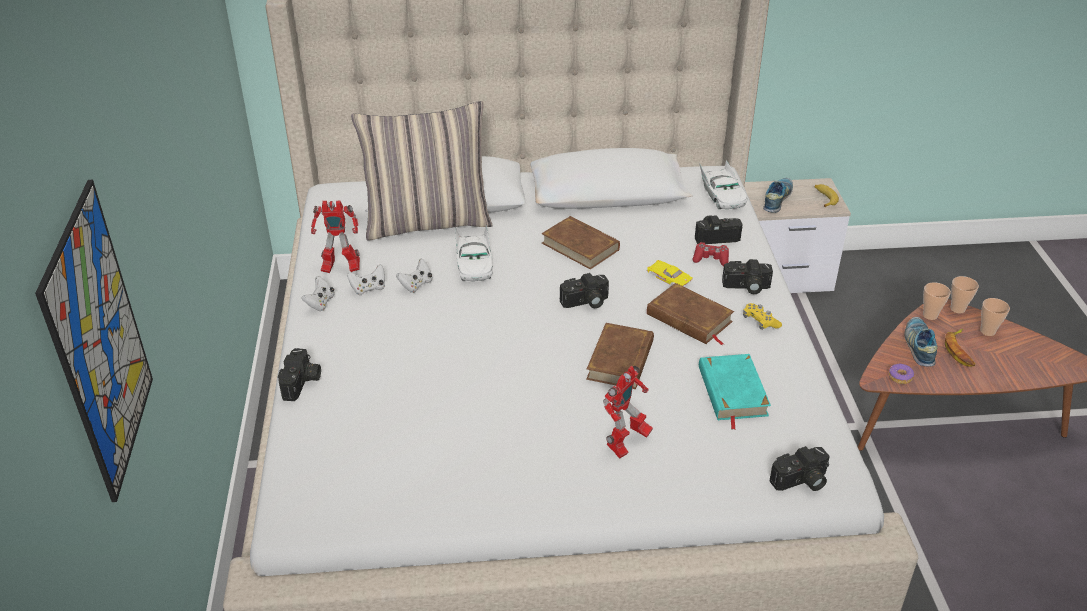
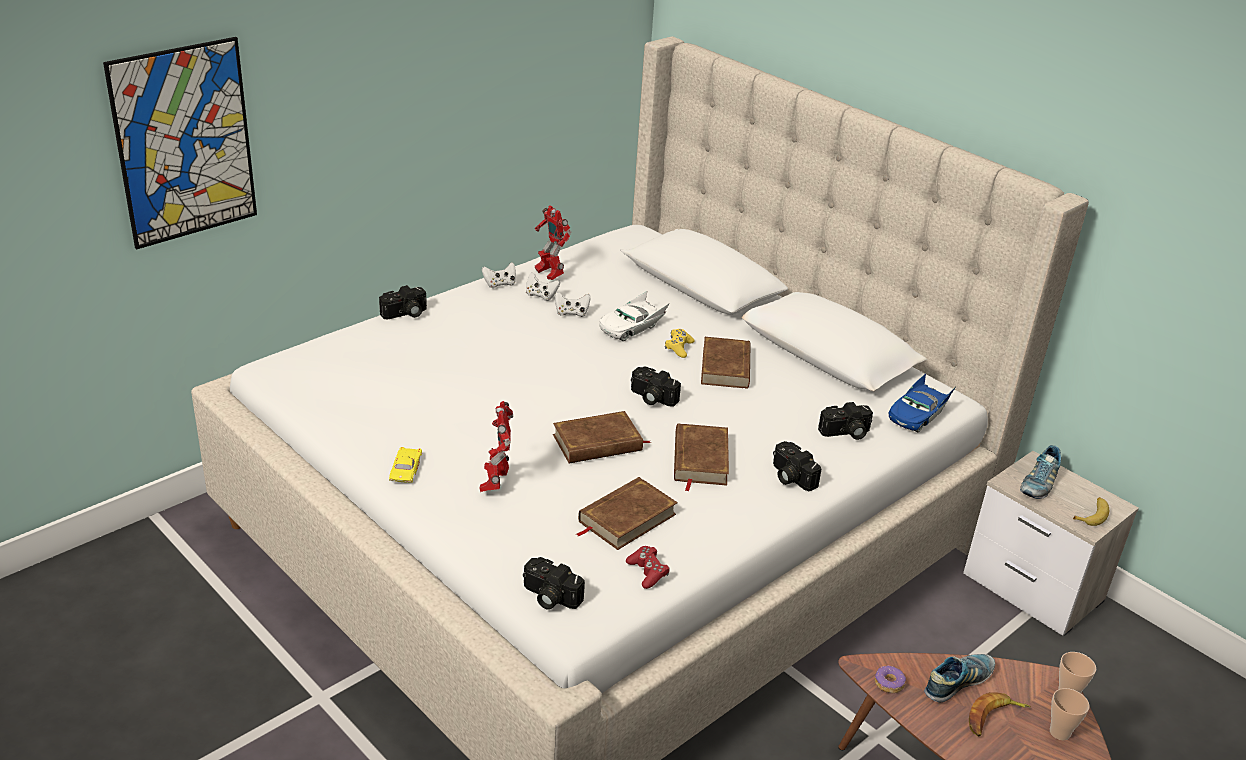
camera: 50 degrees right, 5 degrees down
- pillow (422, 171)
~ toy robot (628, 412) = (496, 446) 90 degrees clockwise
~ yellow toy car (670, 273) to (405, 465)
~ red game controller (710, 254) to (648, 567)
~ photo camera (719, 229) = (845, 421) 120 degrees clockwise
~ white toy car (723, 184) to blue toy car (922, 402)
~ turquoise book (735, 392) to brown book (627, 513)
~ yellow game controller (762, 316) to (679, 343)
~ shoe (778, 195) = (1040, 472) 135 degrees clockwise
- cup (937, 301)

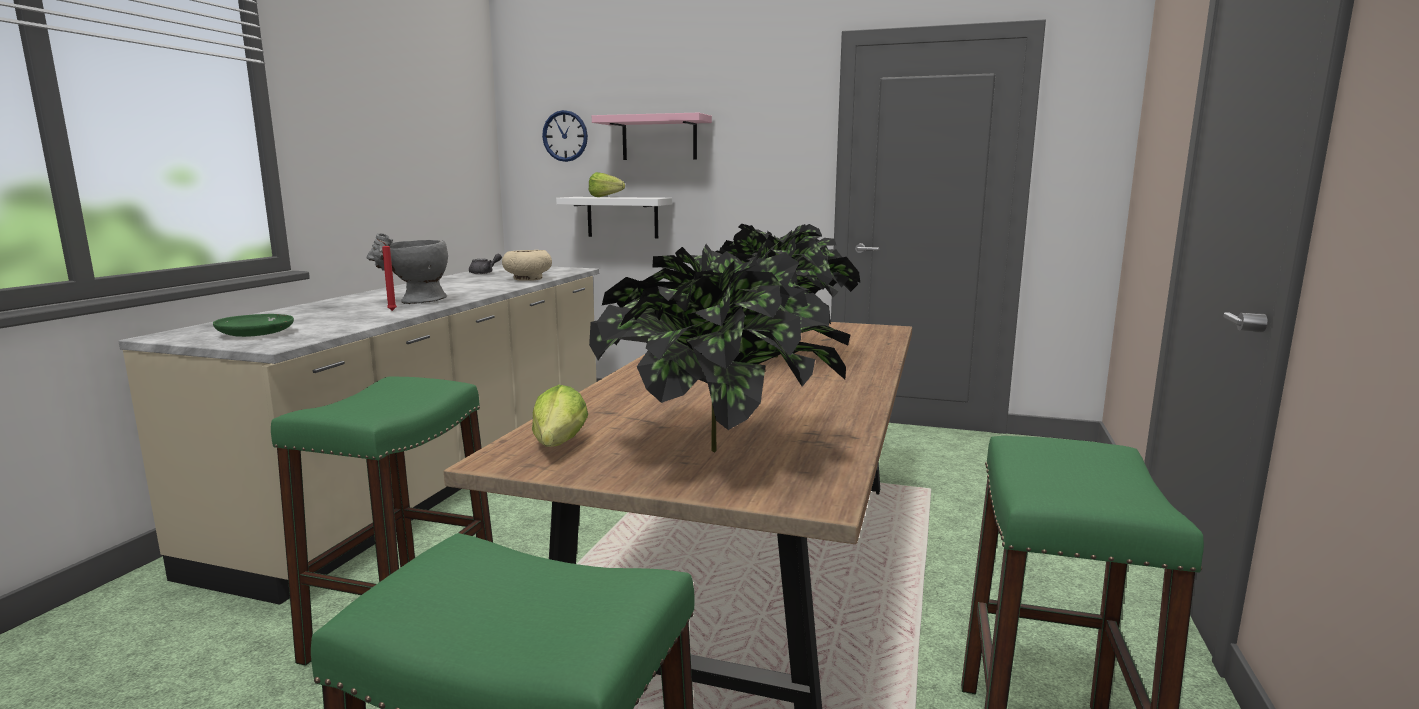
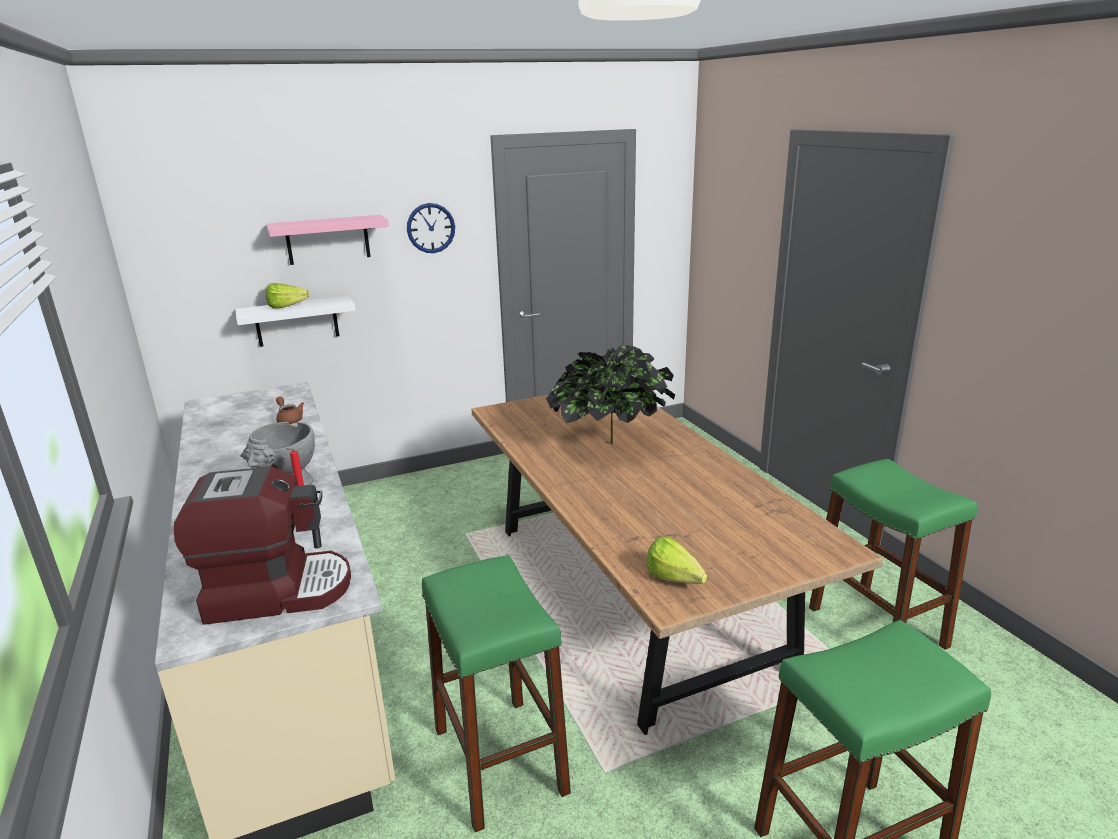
camera: 40 degrees left, 10 degrees up
~ green plate (253, 325) to coffee machine (262, 545)
- grey teapot (485, 264)
~ beige bowl (527, 265) to brown teapot (290, 410)
~ wall clock (565, 136) to (431, 228)
- potted plant (719, 348)

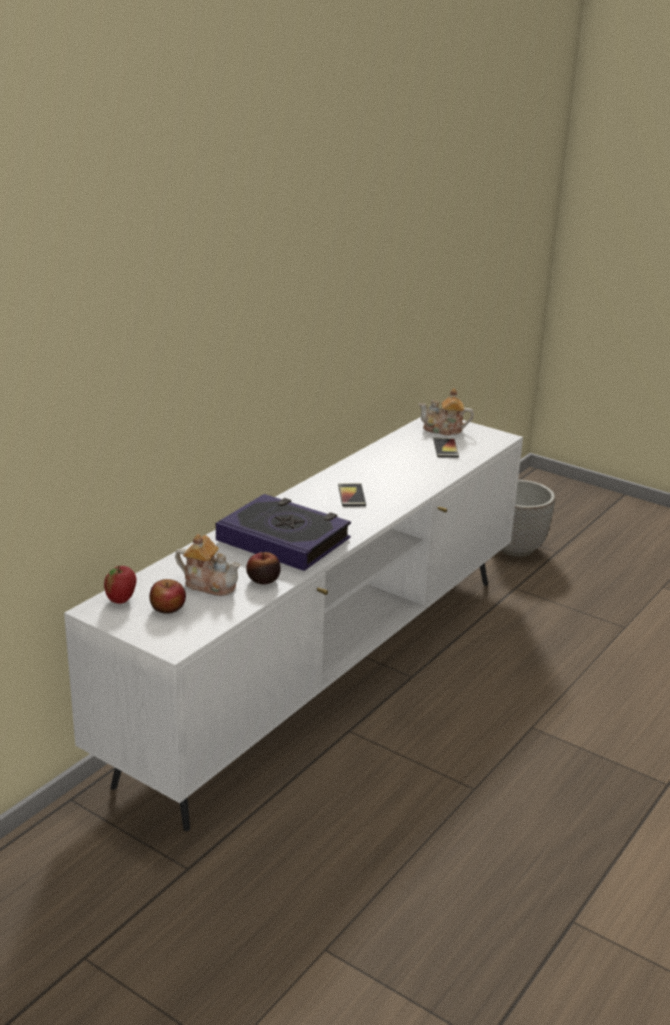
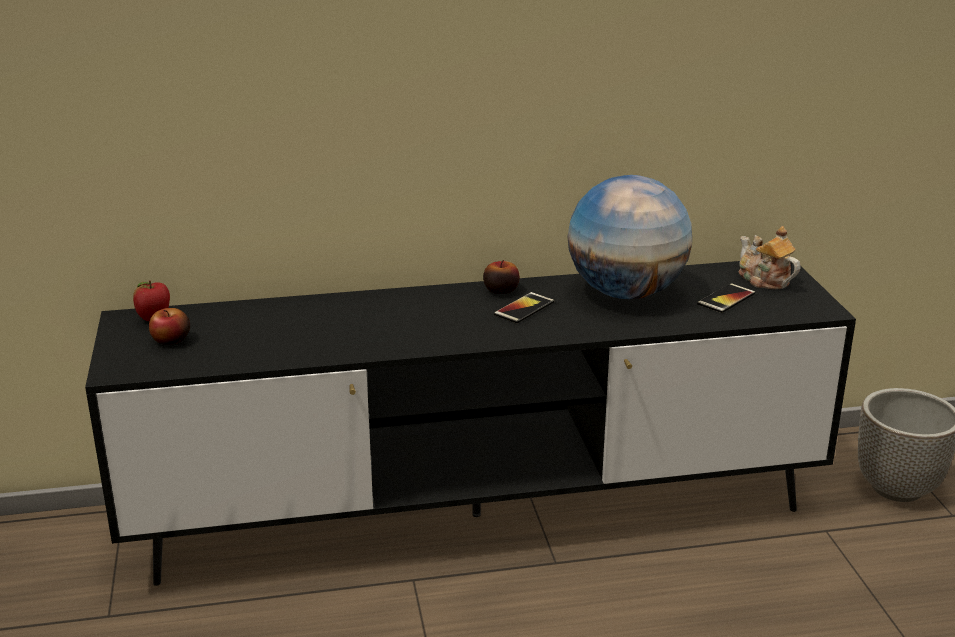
camera: 45 degrees right, 0 degrees up
~ white tv stand (293, 624) to black tv stand (470, 423)
- teapot (207, 565)
- book (283, 532)
~ apple (263, 568) to (501, 277)
+ globe (629, 237)

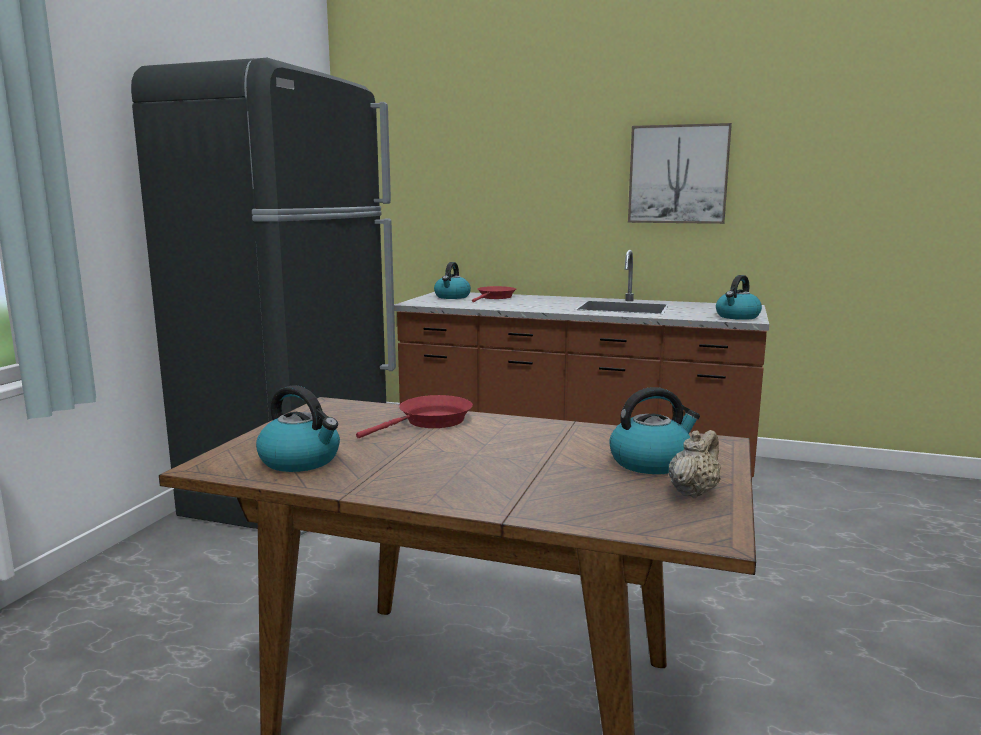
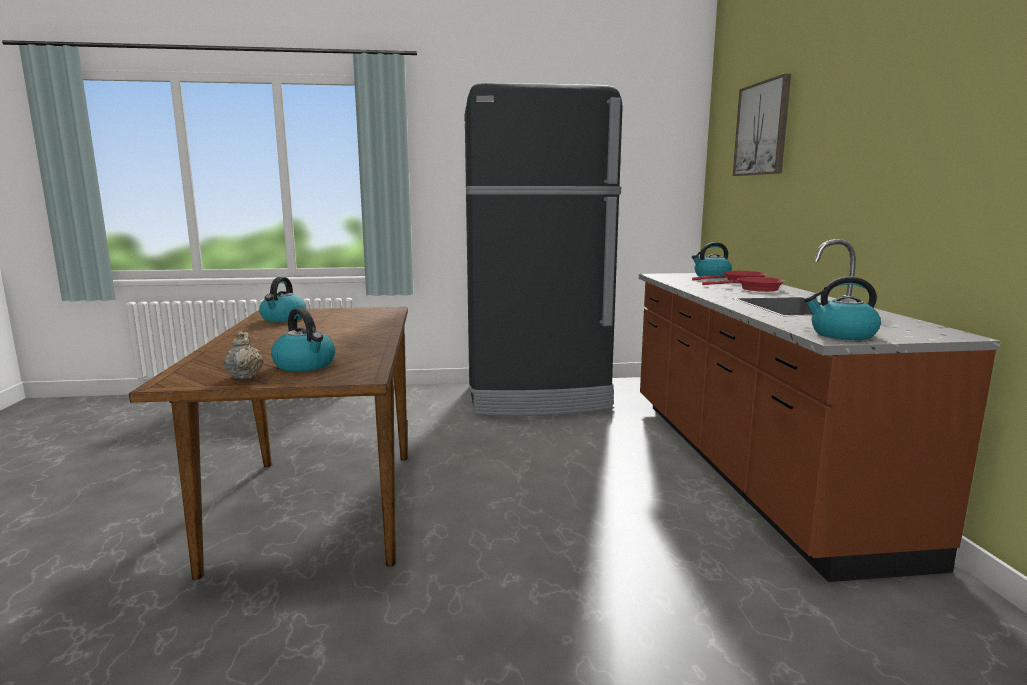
camera: 65 degrees right, 0 degrees up
~ red frying pan (414, 416) to (743, 284)
~ picture (680, 173) to (762, 125)
~ beige teapot (695, 464) = (243, 355) 120 degrees counterclockwise

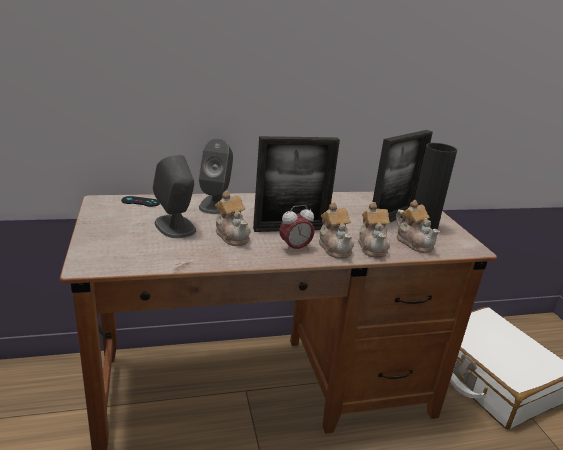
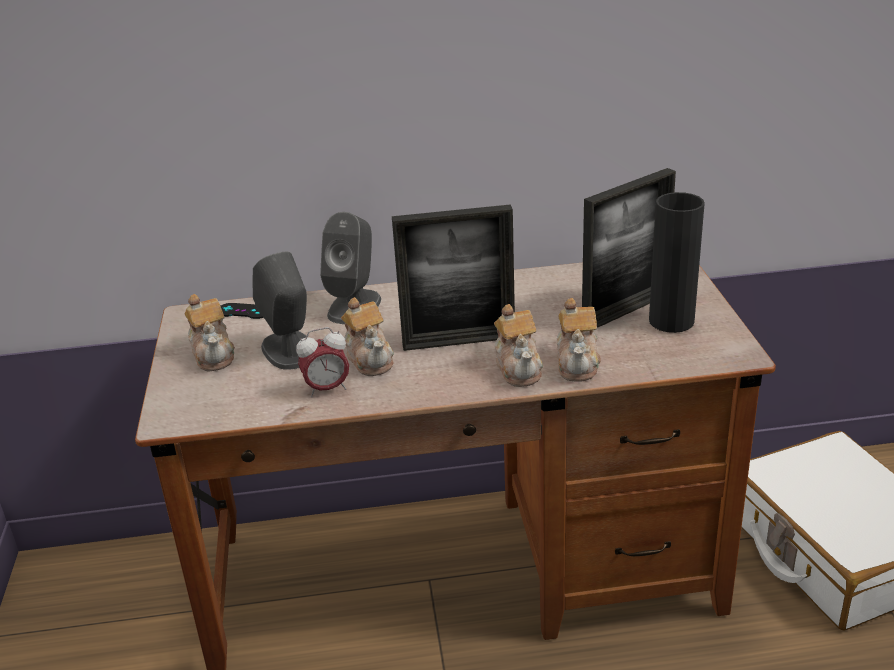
camera: 10 degrees right, 5 degrees up
~ alarm clock (297, 229) to (322, 362)
~ teapot (418, 226) to (209, 332)

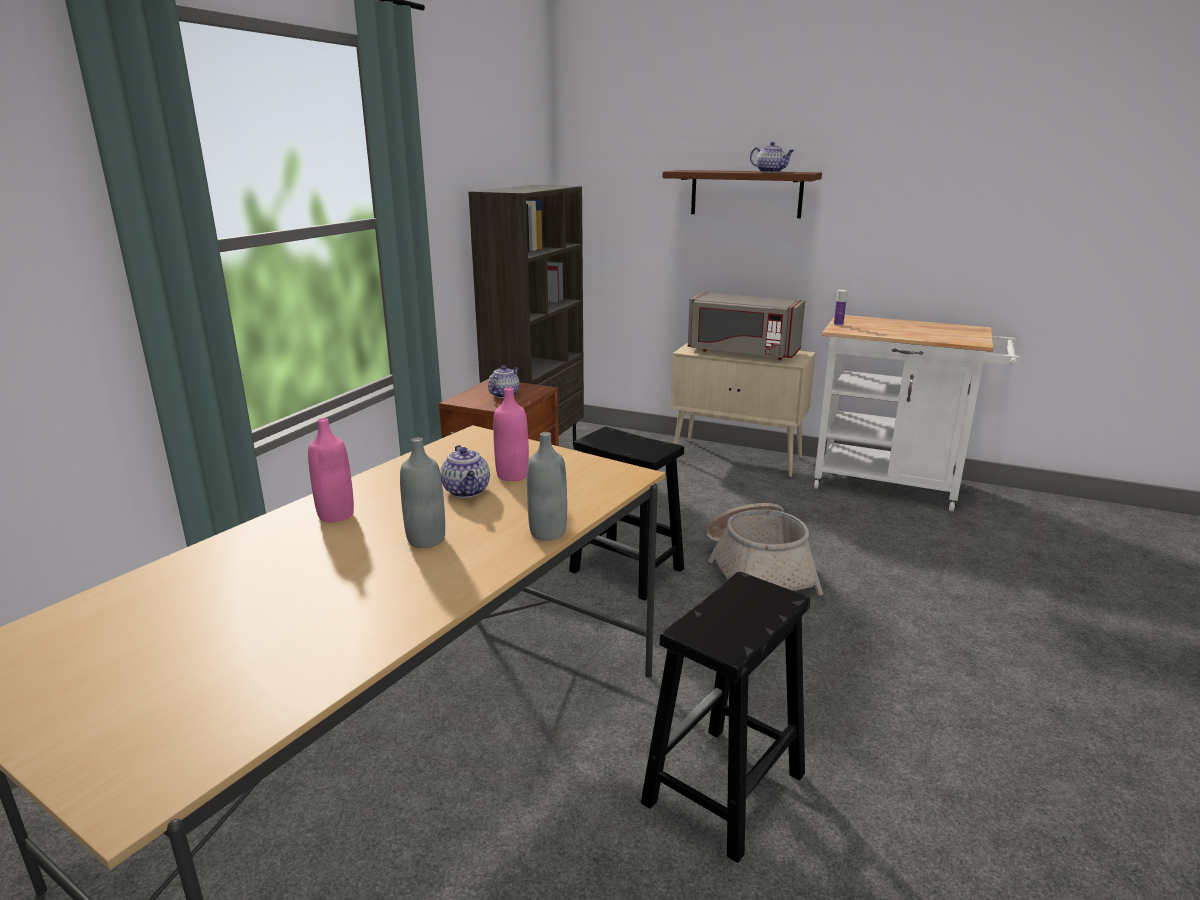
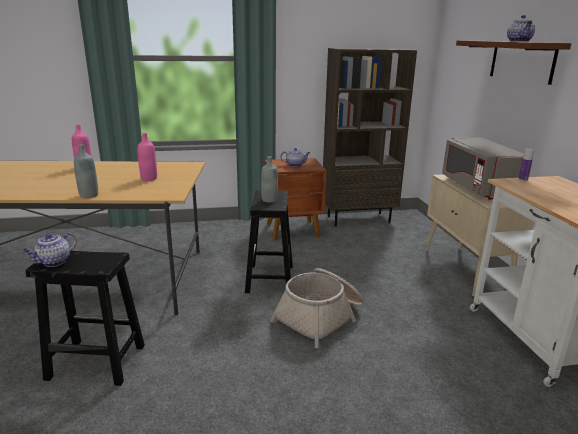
camera: 55 degrees right, 0 degrees up
~ grey bottle (422, 492) to (269, 179)
~ teapot (465, 471) to (50, 250)

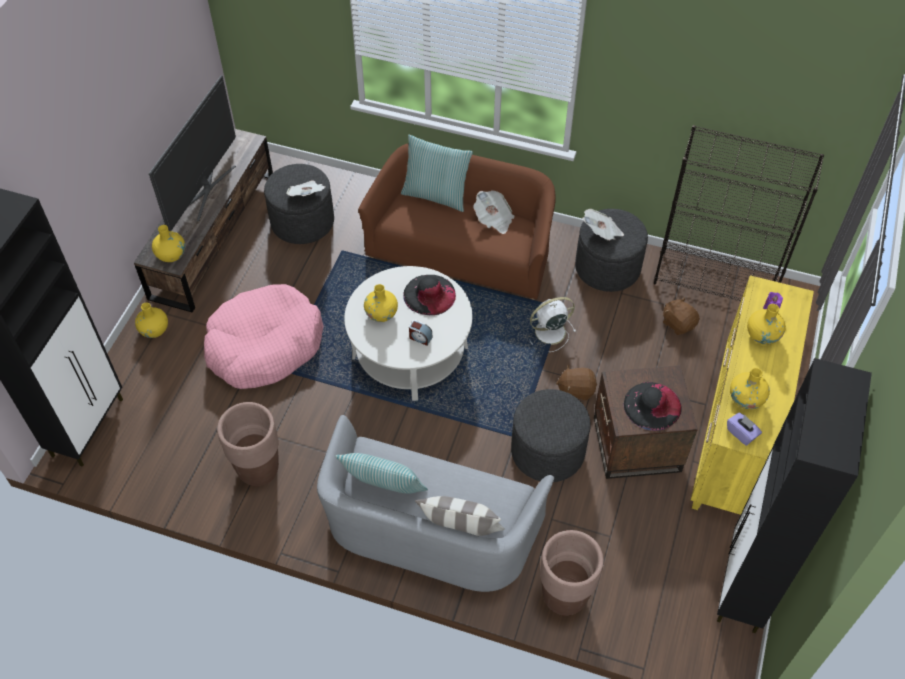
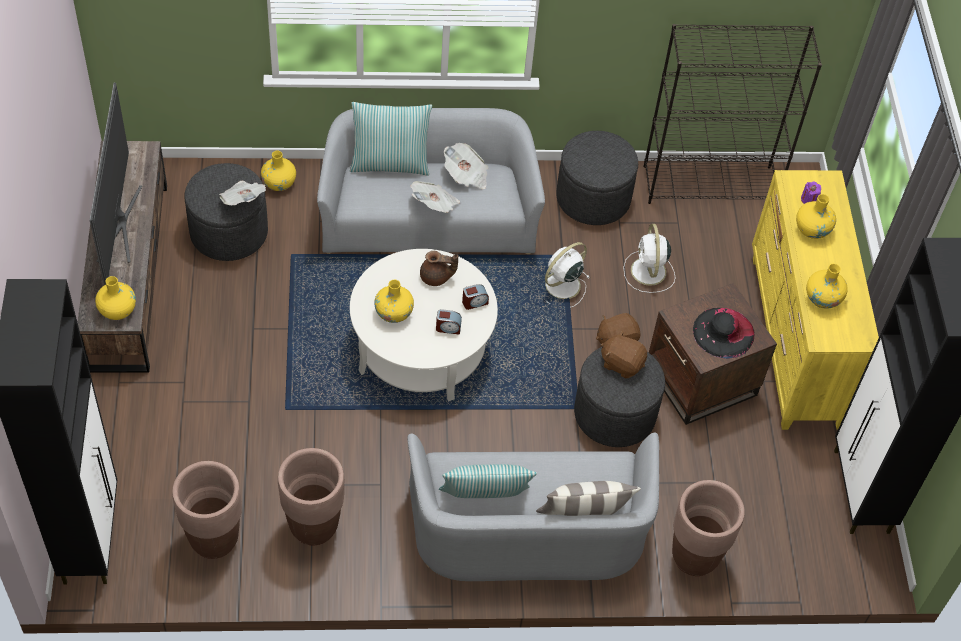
camera: 25 degrees left, 0 degrees up
~ yellow vase (151, 320) to (278, 171)
- pink dog bed (264, 336)
~ brown sofa (457, 221) to grey sofa (431, 181)
~ black hat (429, 295) to brown teapot (439, 268)
~ newspaper (603, 224) to (435, 197)
~ brown plush toy (681, 316) to (624, 354)
- purple tissue box (744, 429)
+ brown planter (207, 510)
+ alarm clock (475, 297)
+ white fan (649, 258)

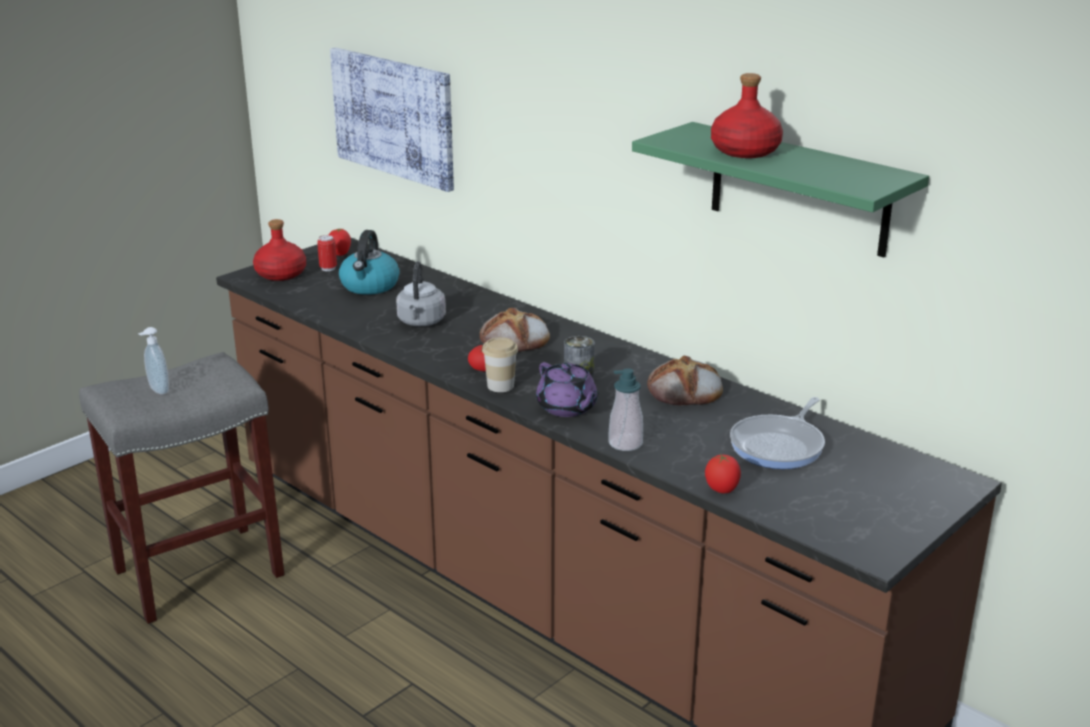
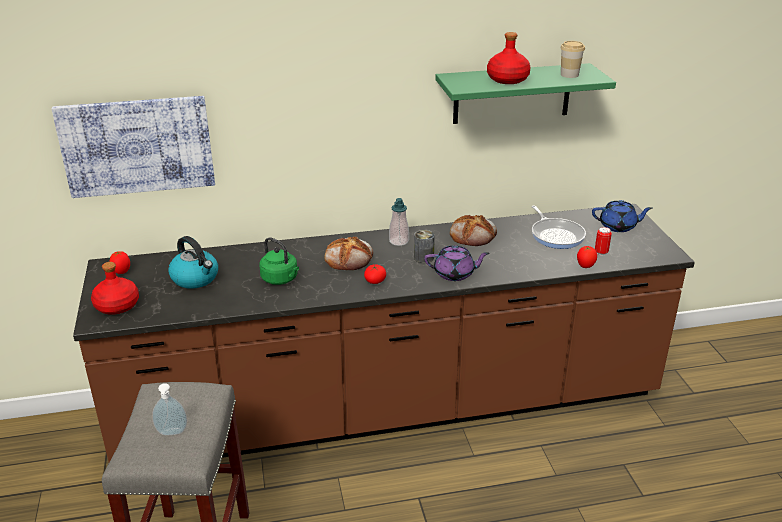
camera: 55 degrees left, 5 degrees up
~ can (327, 253) to (603, 241)
~ grey kettle (421, 293) to green kettle (279, 261)
~ cup (500, 364) to (572, 59)
~ soap dispenser (625, 409) to (399, 222)
+ blue teapot (622, 216)

